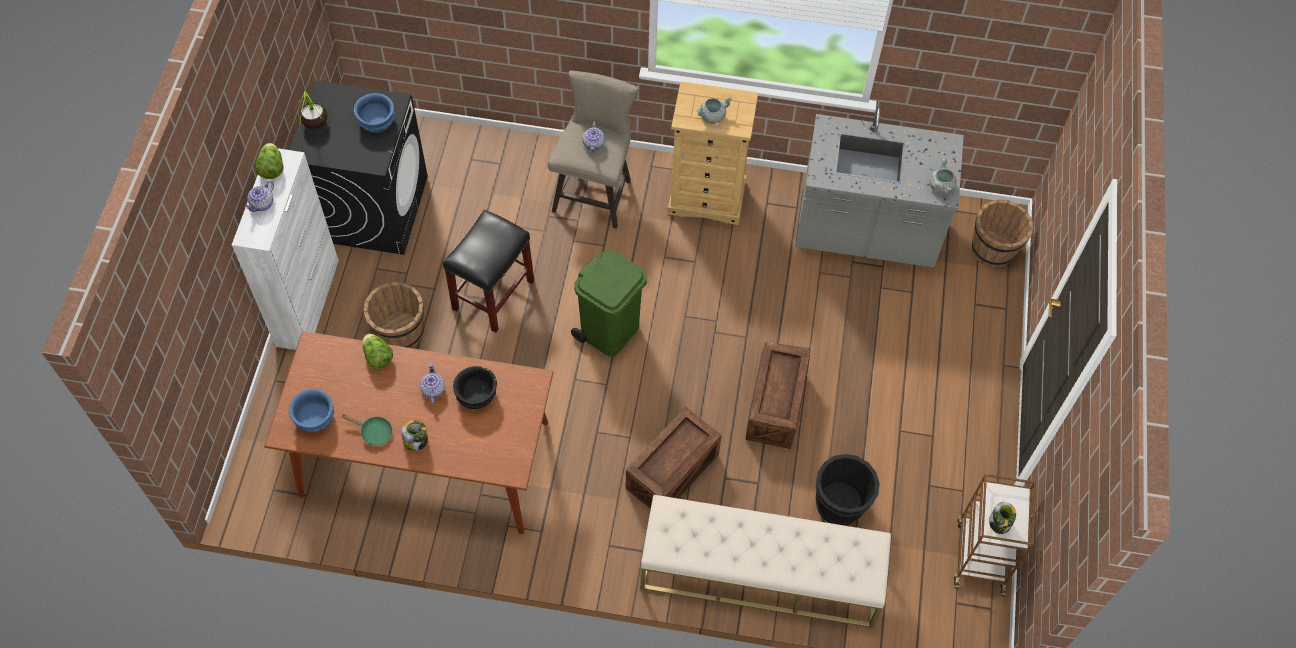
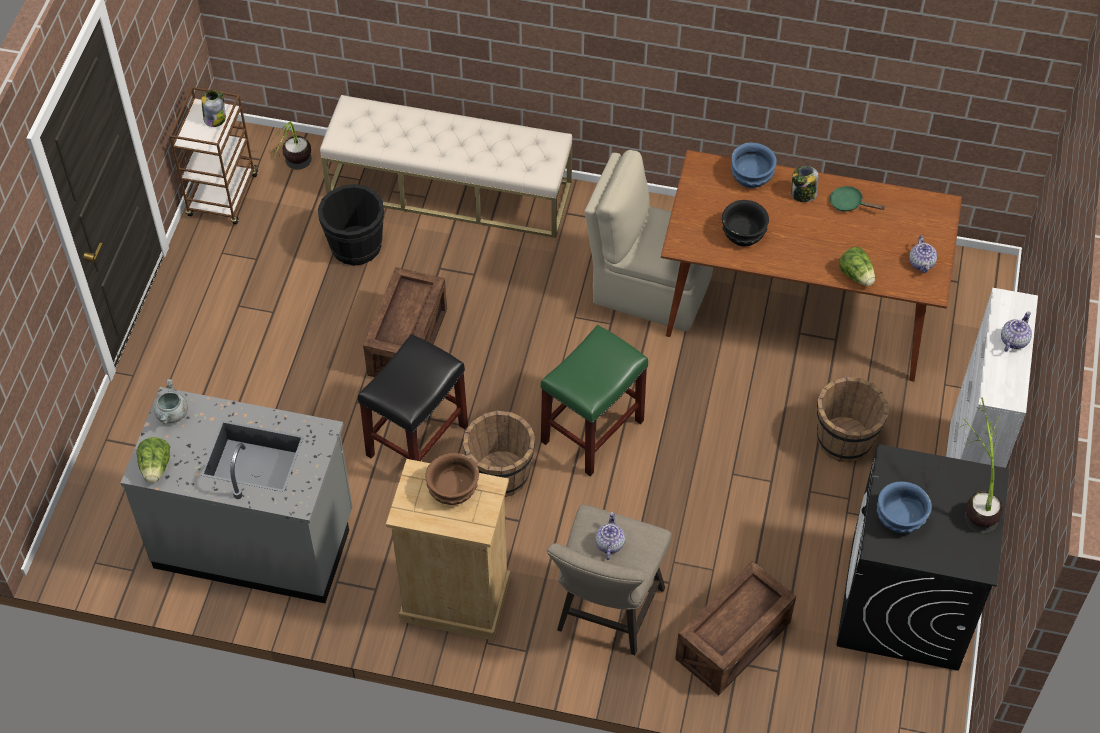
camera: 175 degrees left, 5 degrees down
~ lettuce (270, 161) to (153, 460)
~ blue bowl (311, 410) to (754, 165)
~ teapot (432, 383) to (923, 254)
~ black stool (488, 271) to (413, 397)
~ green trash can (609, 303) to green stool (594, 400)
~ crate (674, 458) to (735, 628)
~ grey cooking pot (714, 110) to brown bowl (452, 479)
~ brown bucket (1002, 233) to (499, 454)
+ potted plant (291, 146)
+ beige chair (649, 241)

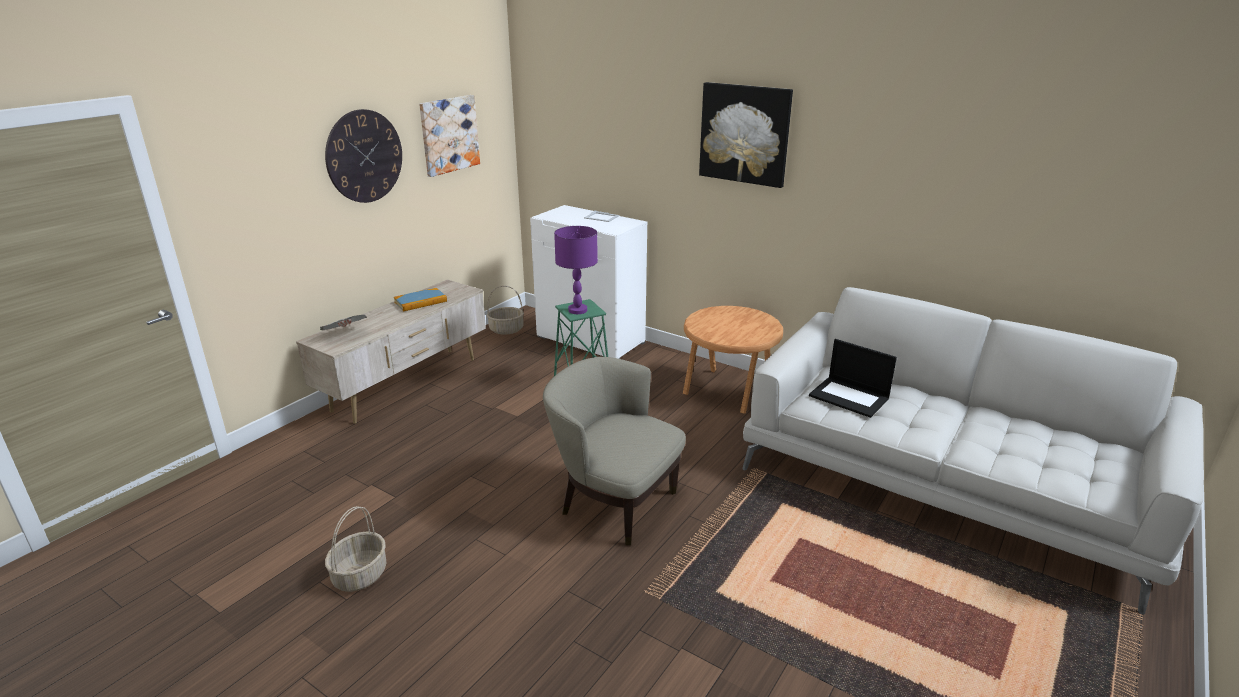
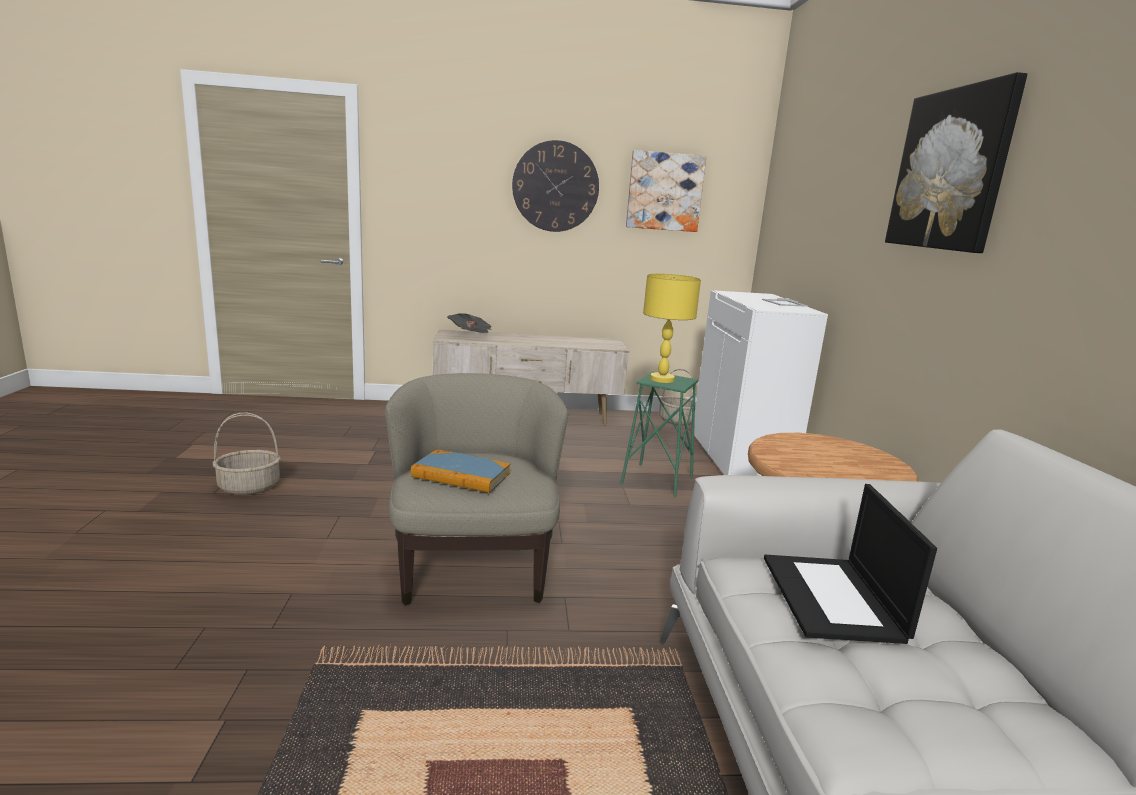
camera: 50 degrees right, 10 degrees down
~ book (420, 300) to (461, 471)
~ purple table lamp (576, 270) to yellow table lamp (672, 328)

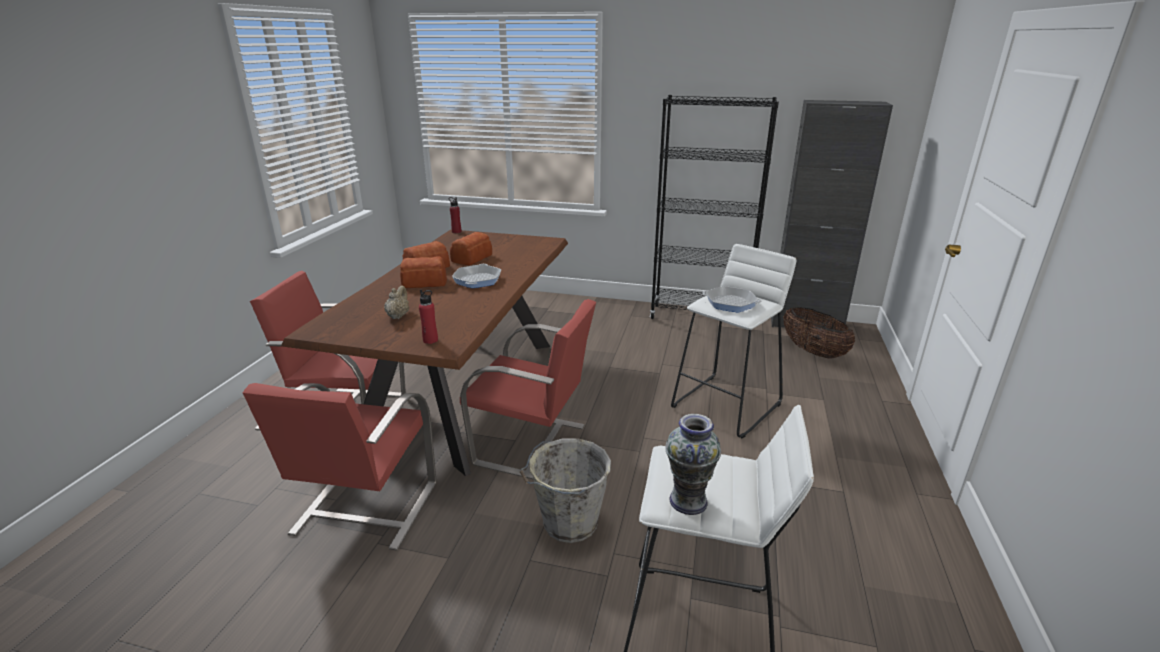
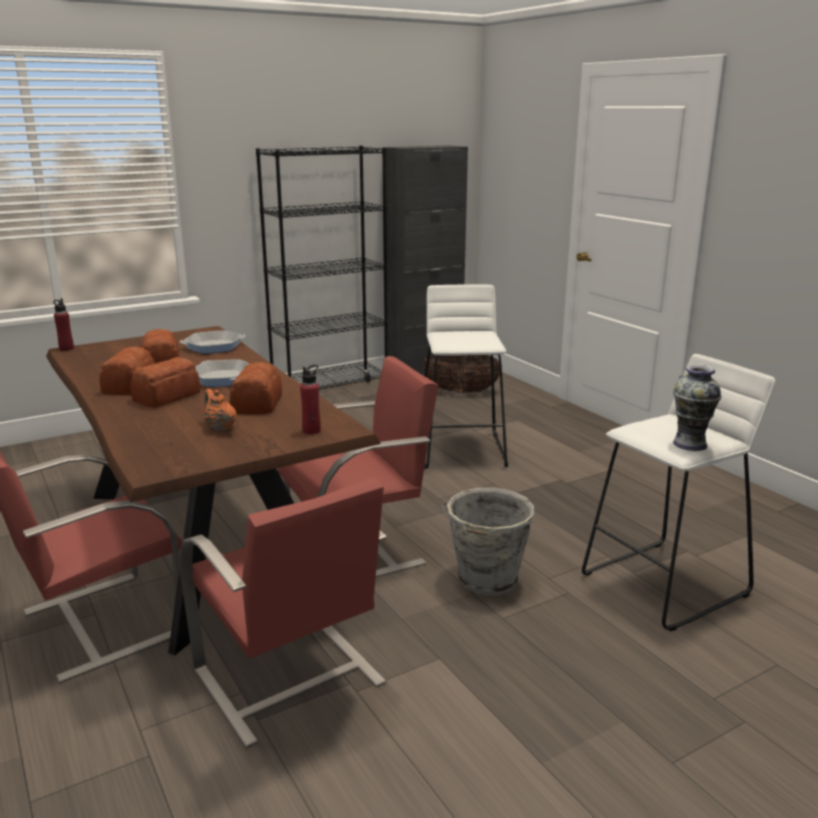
camera: 45 degrees left, 5 degrees down
~ beige teapot (396, 302) to orange teapot (220, 410)
~ frying pan (732, 299) to (212, 342)
+ bread (256, 388)

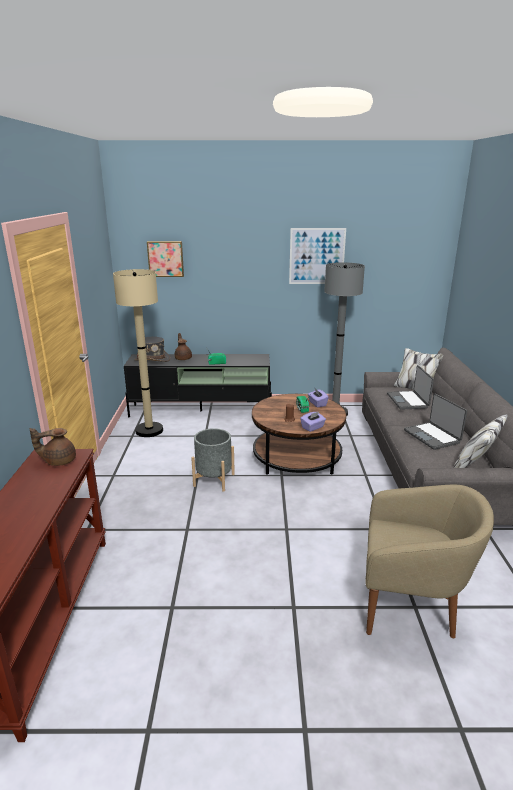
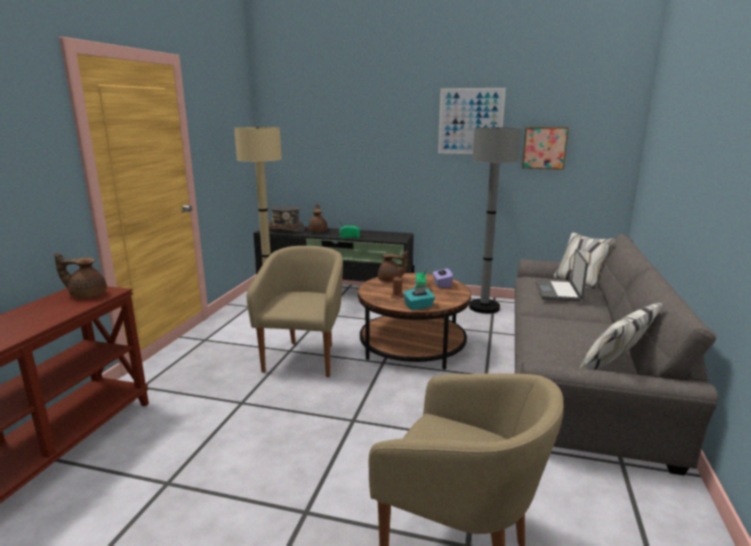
camera: 15 degrees right, 5 degrees down
~ picture (165, 259) to (545, 148)
~ grey planter (213, 460) to beige armchair (295, 311)
~ purple tissue box (313, 422) to turquoise tissue box (419, 298)
- laptop (435, 421)
+ brown teapot (393, 266)

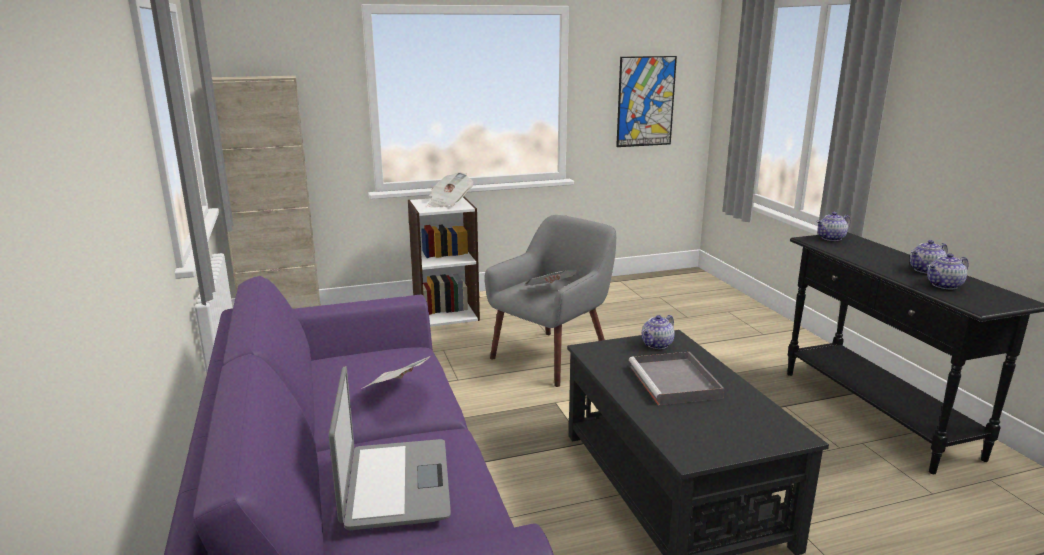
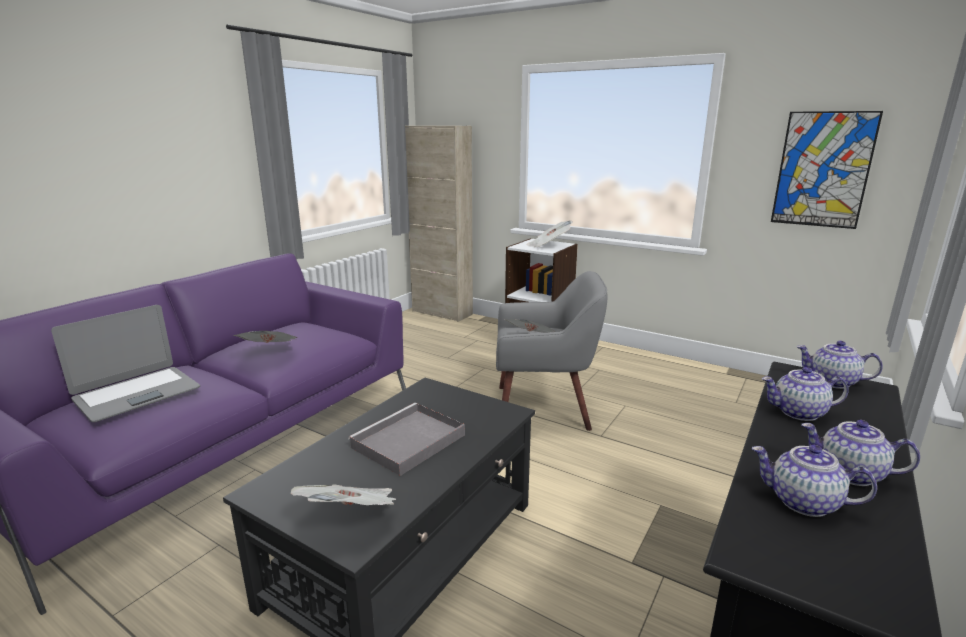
camera: 50 degrees right, 0 degrees up
~ teapot (658, 332) to (805, 394)
+ newspaper (343, 494)

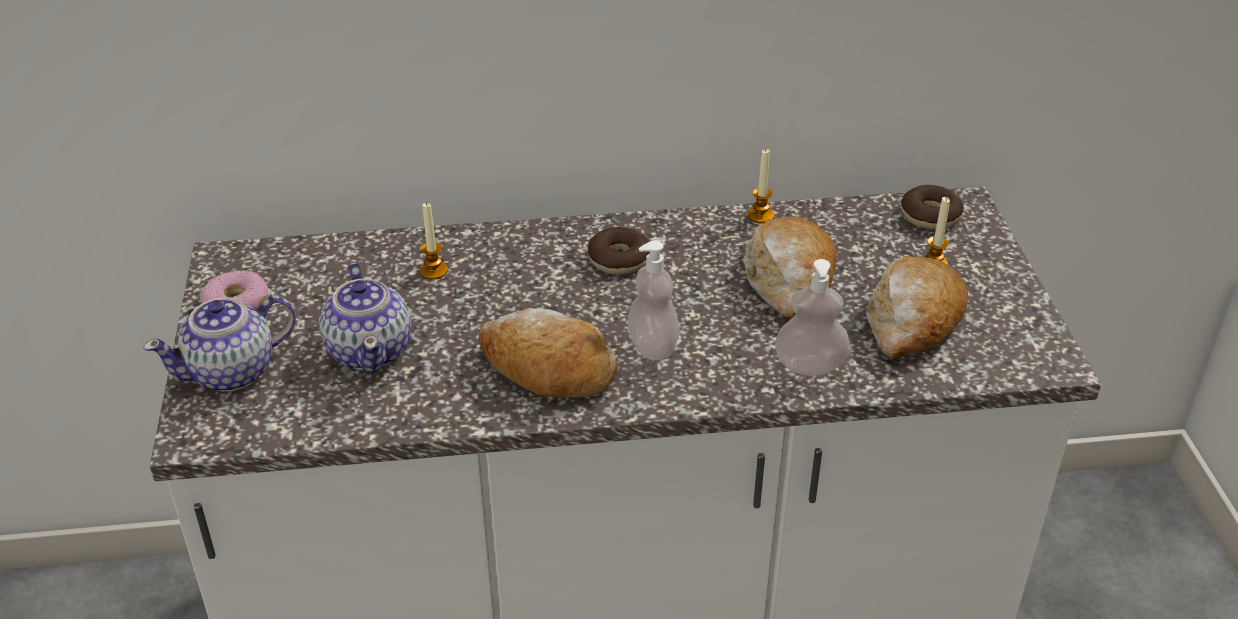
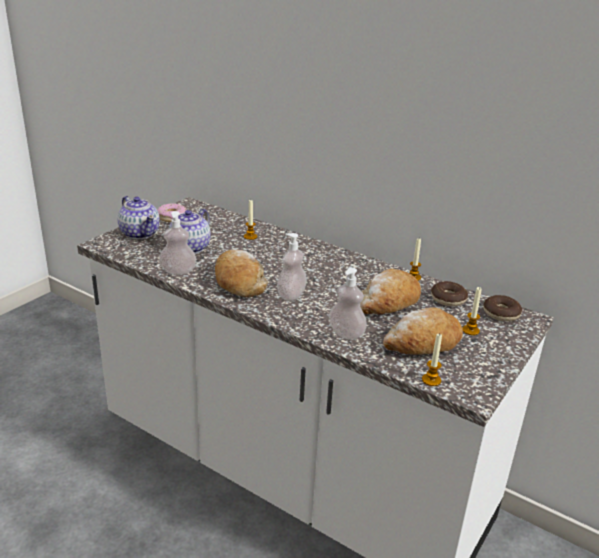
camera: 40 degrees right, 10 degrees down
~ teapot (219, 343) = (139, 217) 135 degrees counterclockwise
~ donut (619, 250) to (449, 293)
+ soap dispenser (177, 243)
+ candle (432, 359)

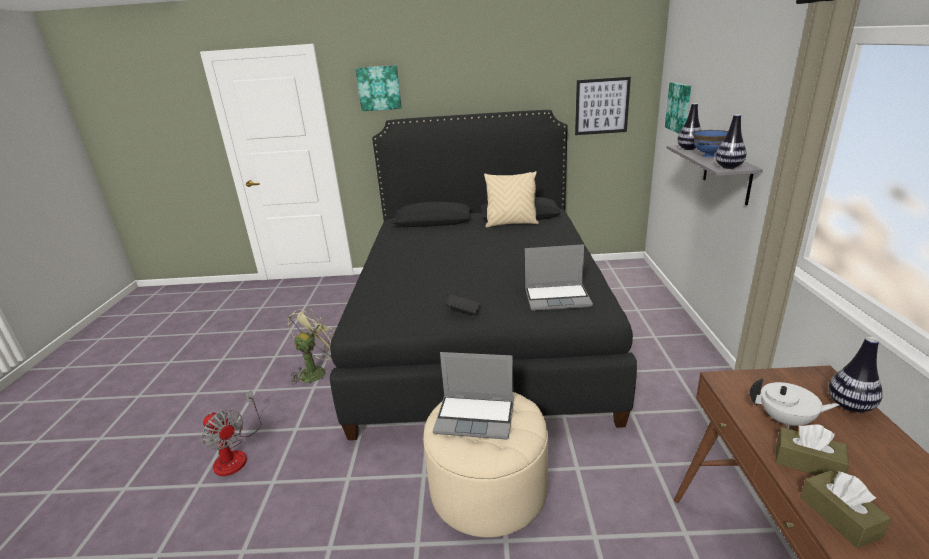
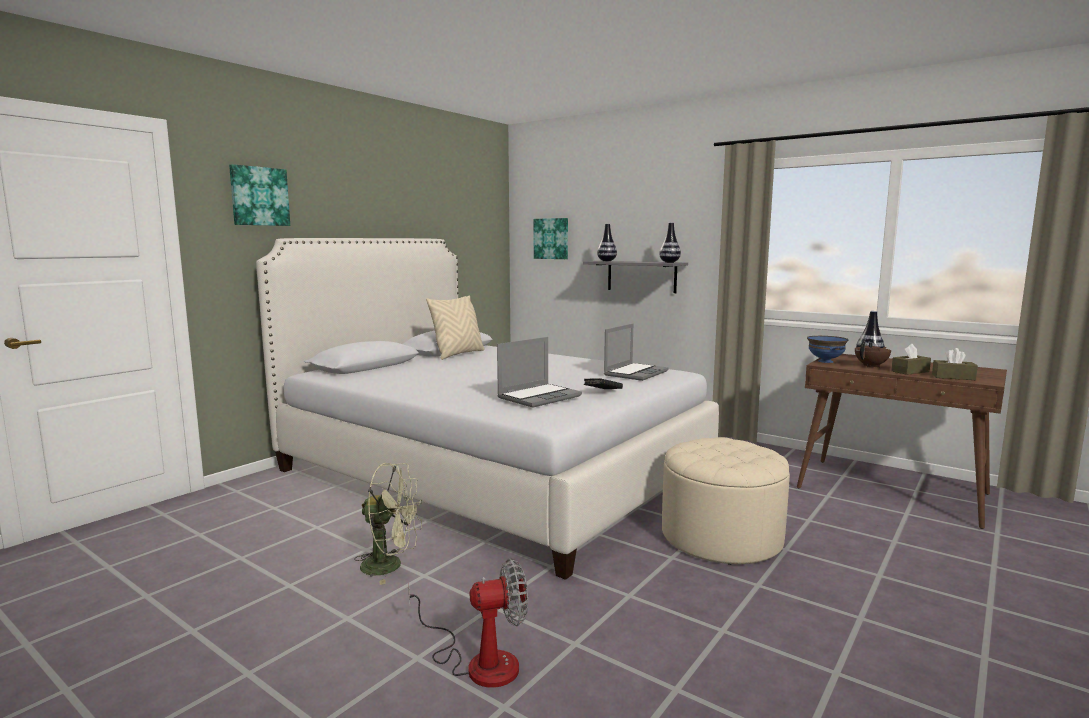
camera: 55 degrees left, 15 degrees down
~ green fan (311, 346) = (388, 524) 120 degrees clockwise
~ black bed (483, 275) to white bed (487, 409)
~ laptop (473, 395) to (539, 372)
- picture (603, 106)
~ blue bowl (710, 143) to (827, 349)
~ white teapot (794, 403) to brown teapot (873, 353)

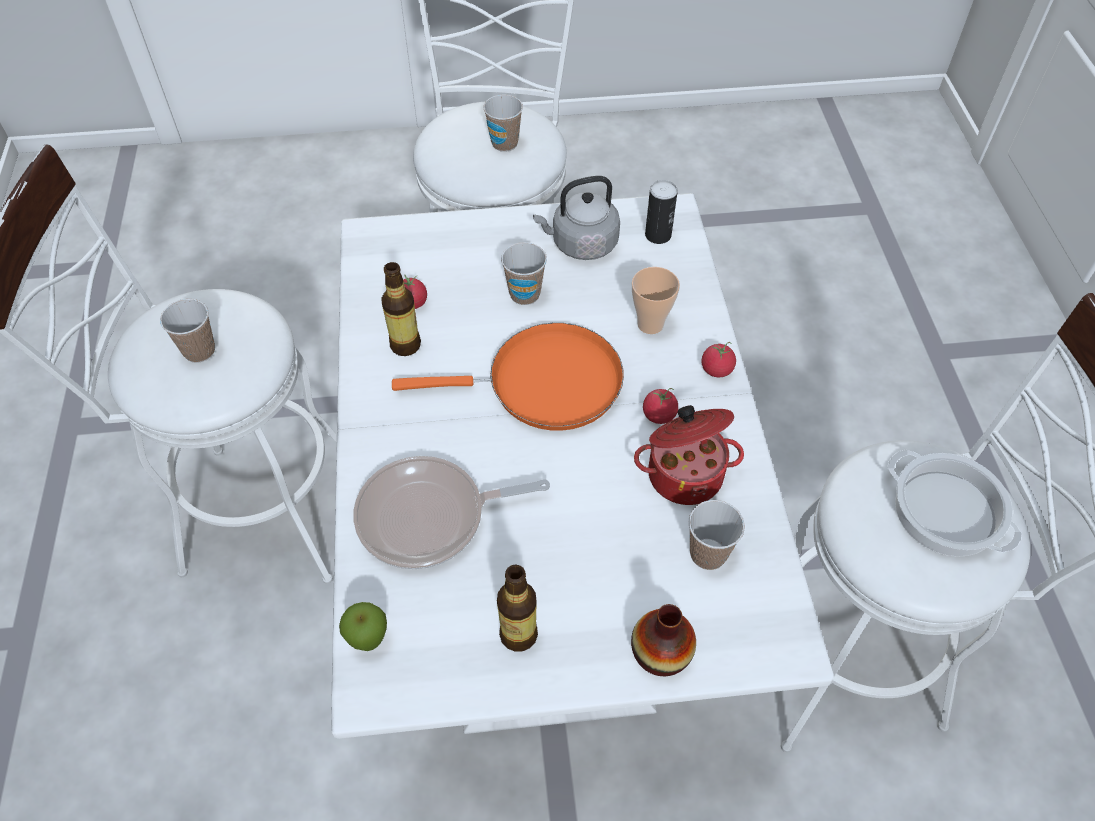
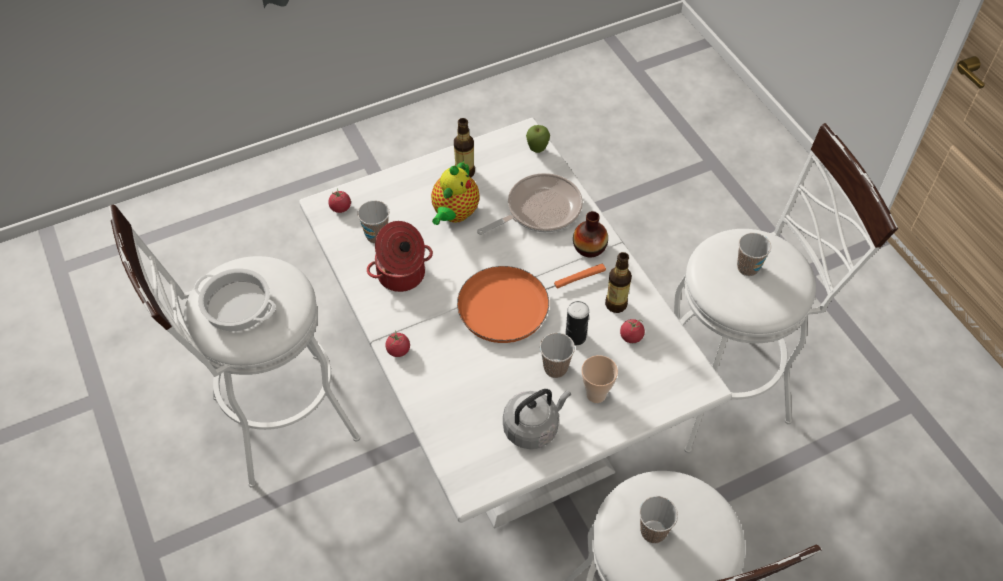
camera: 160 degrees right, 0 degrees up
~ vase (663, 640) to (590, 234)
~ cup (656, 300) to (599, 379)
~ tomato (660, 406) to (339, 200)
~ can (661, 212) to (577, 323)
+ teapot (455, 193)

